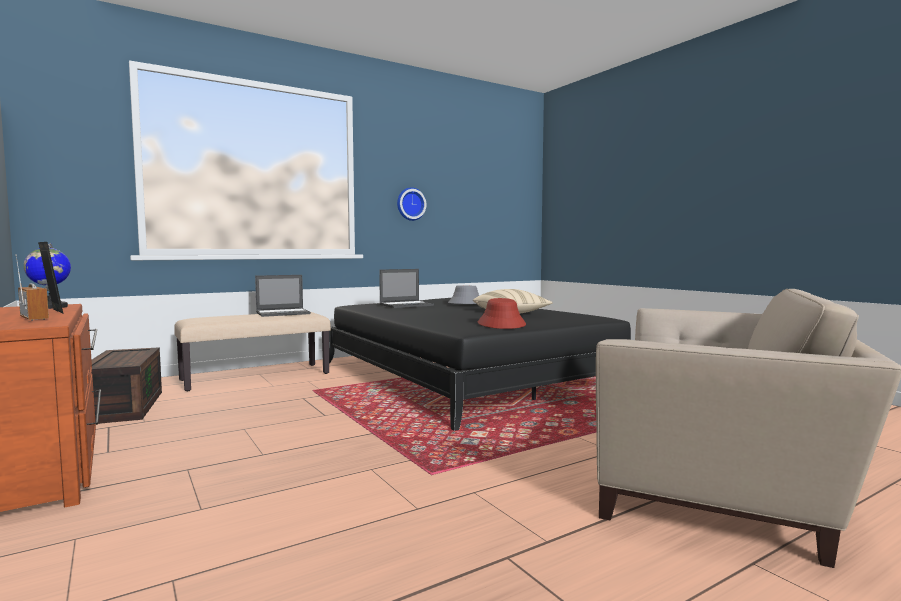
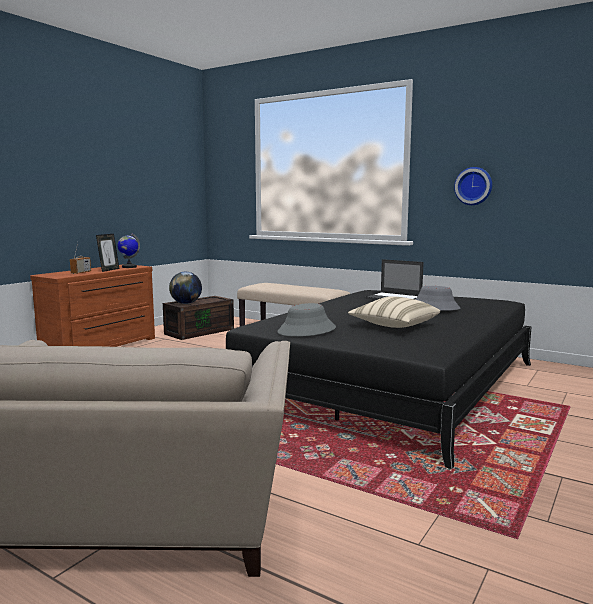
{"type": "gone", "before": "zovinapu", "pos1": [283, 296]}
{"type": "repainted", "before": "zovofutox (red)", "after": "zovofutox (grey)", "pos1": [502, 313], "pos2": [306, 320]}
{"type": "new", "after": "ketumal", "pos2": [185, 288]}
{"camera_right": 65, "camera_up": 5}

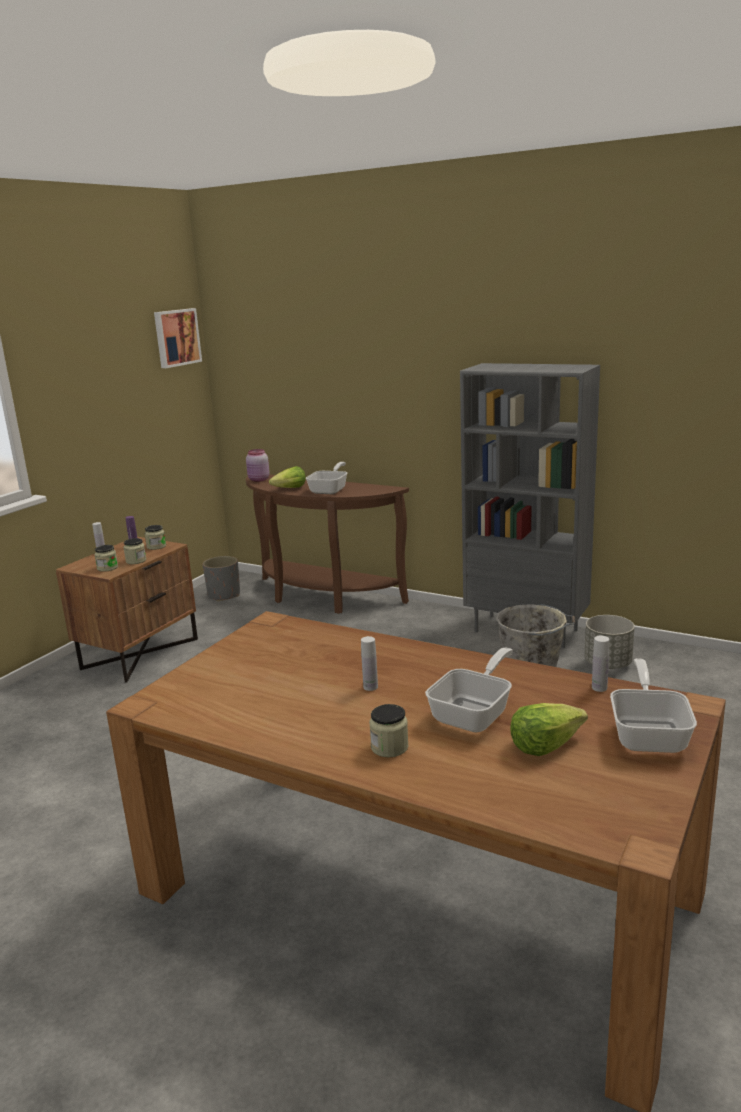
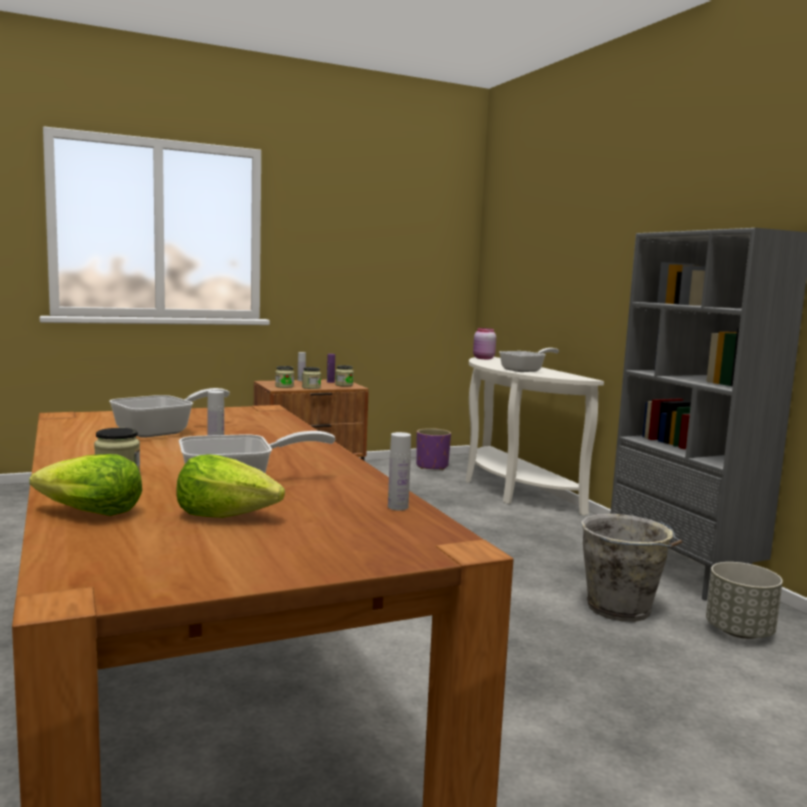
{"type": "gone", "before": "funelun", "pos1": [178, 338]}
{"type": "repainted", "before": "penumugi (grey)", "after": "penumugi (purple)", "pos1": [221, 579], "pos2": [433, 449]}
{"type": "repainted", "before": "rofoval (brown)", "after": "rofoval (white)", "pos1": [327, 544], "pos2": [534, 436]}
{"type": "shifted", "before": "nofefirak", "pos1": [287, 477], "pos2": [85, 485]}
{"type": "shifted", "before": "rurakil", "pos1": [653, 705], "pos2": [169, 413]}
{"camera_right": 35, "camera_up": -10}

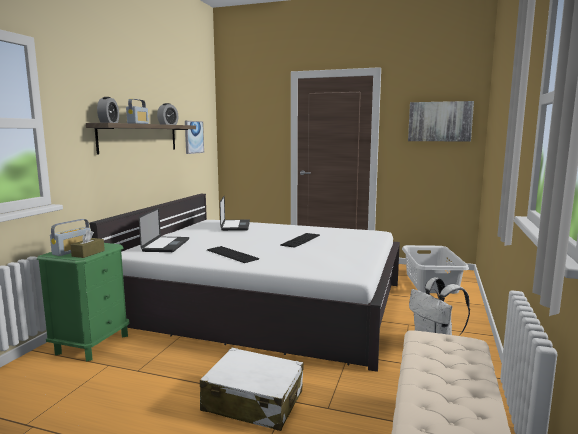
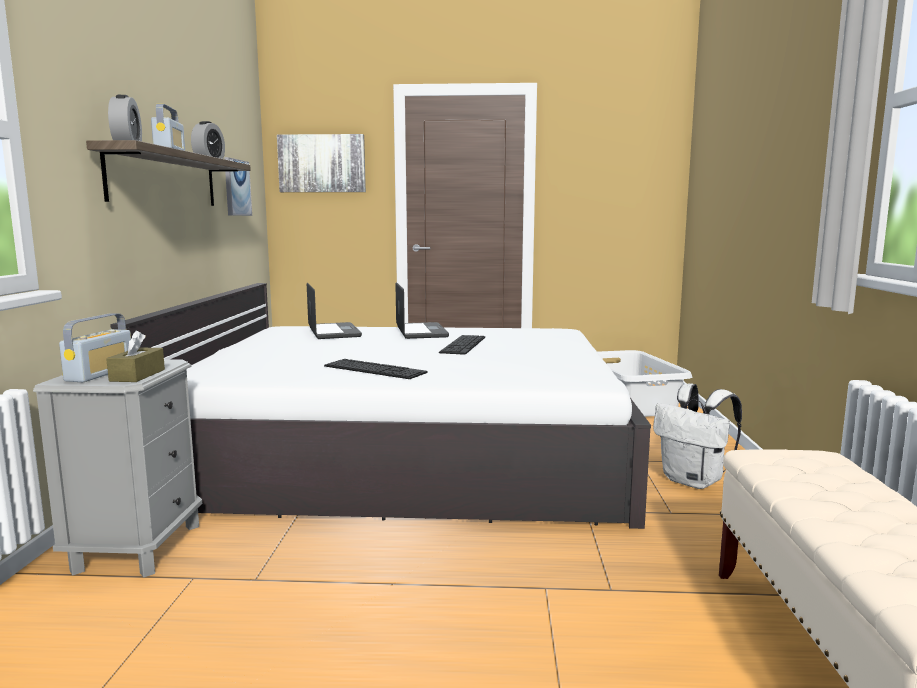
{"type": "repainted", "before": "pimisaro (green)", "after": "pimisaro (grey)", "pos1": [83, 302], "pos2": [117, 468]}
{"type": "shifted", "before": "zovinapu", "pos1": [164, 230], "pos2": [422, 310]}
{"type": "gone", "before": "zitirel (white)", "pos1": [252, 389]}
{"type": "shifted", "before": "funelun", "pos1": [441, 121], "pos2": [321, 163]}
{"camera_right": -15, "camera_up": 0}

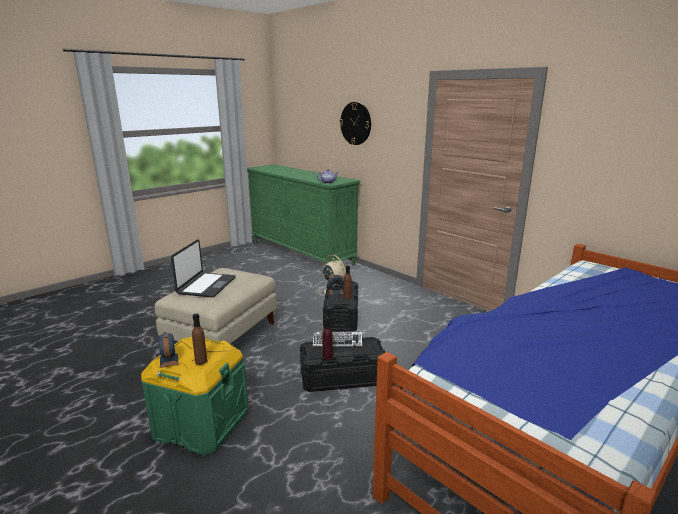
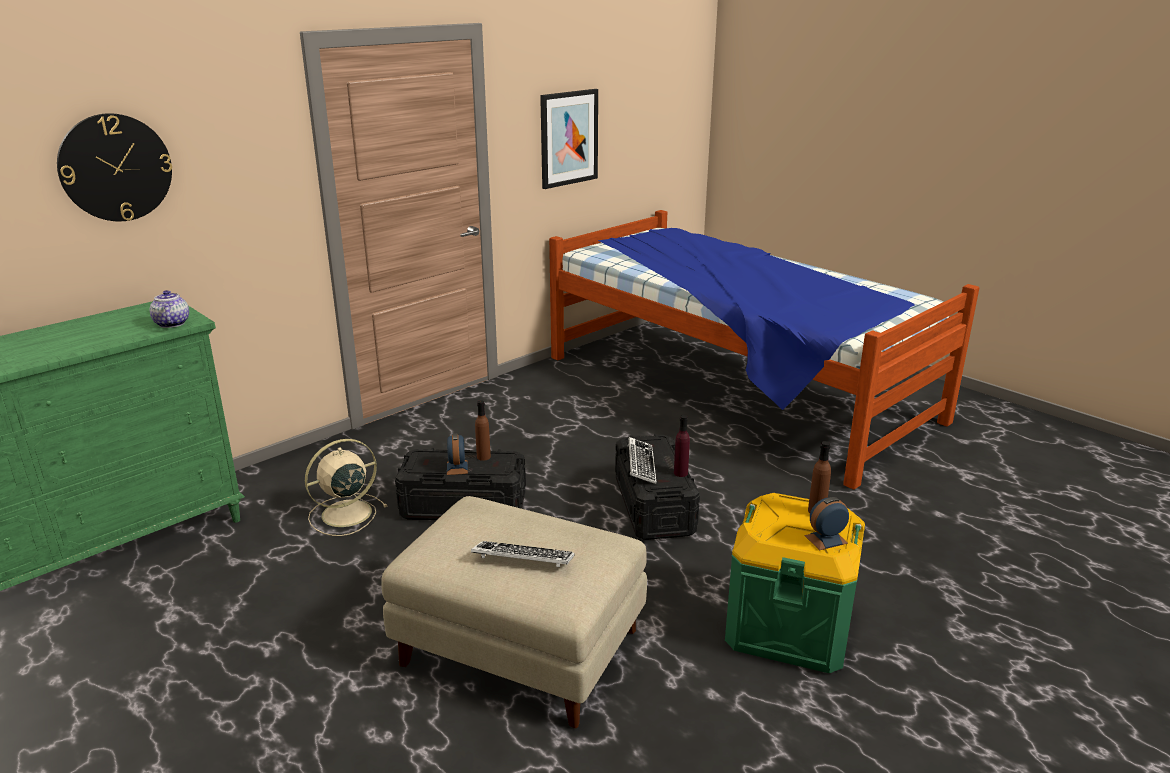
{"type": "swapped", "before": "zovinapu", "after": "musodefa", "pos1": [203, 268], "pos2": [523, 554]}
{"type": "new", "after": "funelun", "pos2": [569, 139]}
{"camera_right": -90, "camera_up": 5}

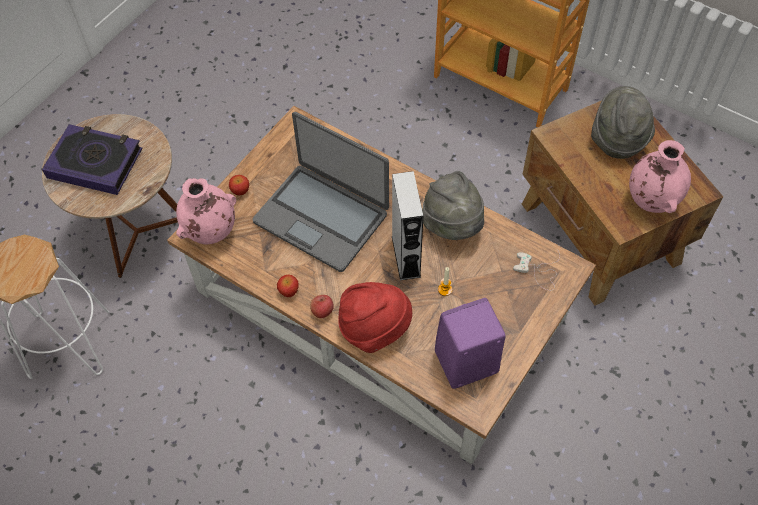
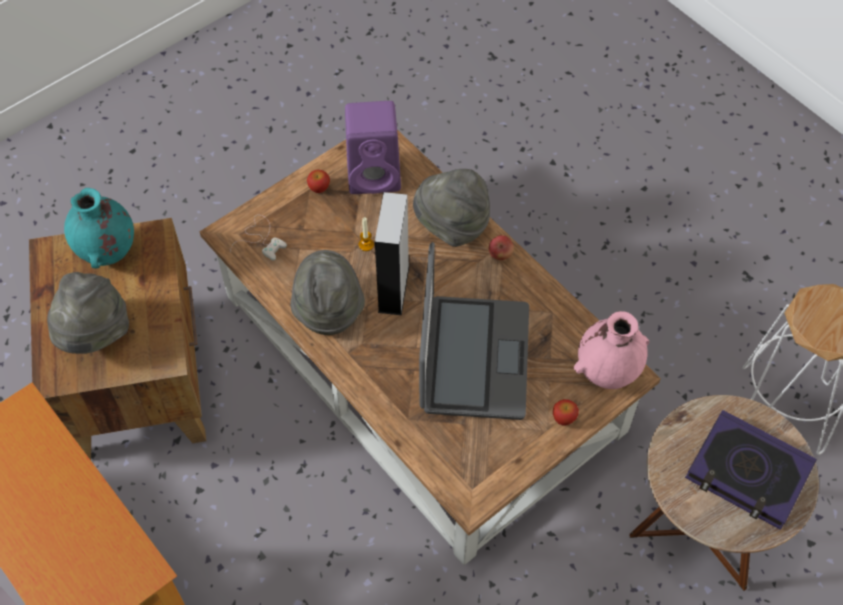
{"type": "rotated", "before": "zovinapu", "pos1": [321, 192], "pos2": [474, 331], "turn": 45}
{"type": "shifted", "before": "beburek", "pos1": [288, 285], "pos2": [318, 181]}
{"type": "repainted", "before": "zovofutox (red)", "after": "zovofutox (grey)", "pos1": [375, 317], "pos2": [451, 208]}
{"type": "repainted", "before": "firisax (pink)", "after": "firisax (turquoise)", "pos1": [660, 176], "pos2": [99, 228]}
{"camera_right": -165, "camera_up": 0}

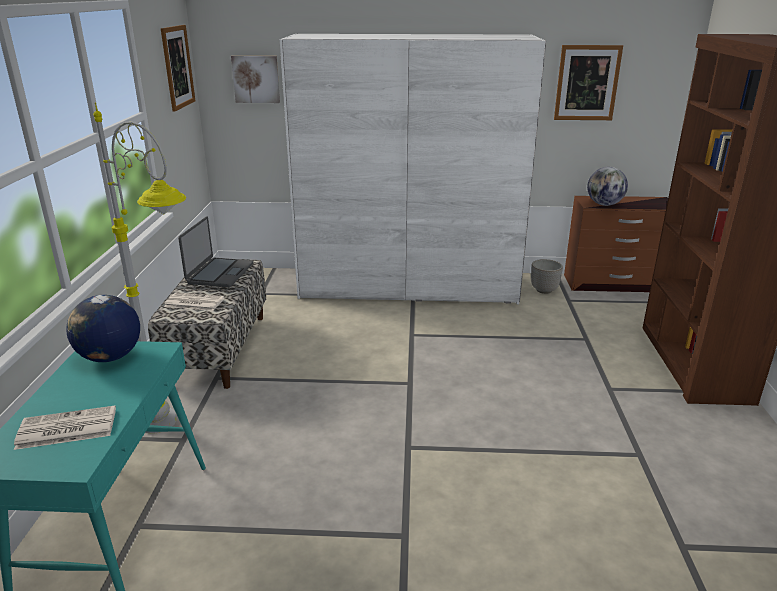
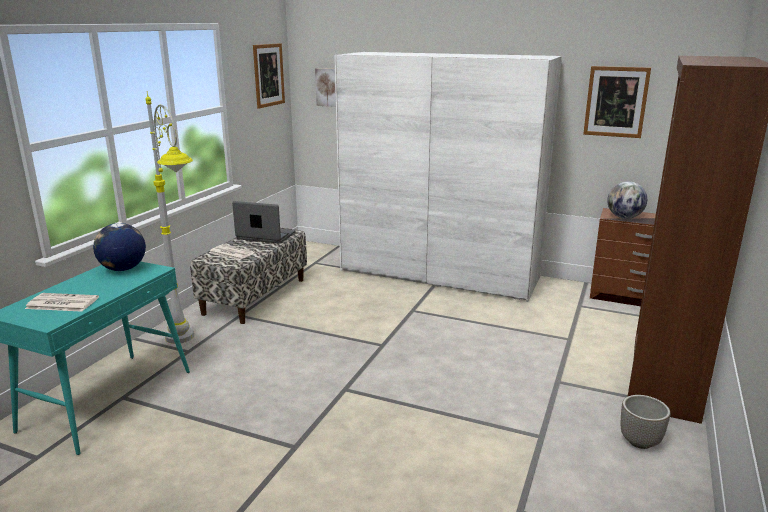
{"type": "rotated", "before": "zovinapu", "pos1": [215, 251], "pos2": [264, 222], "turn": -105}
{"type": "shifted", "before": "penumugi", "pos1": [547, 276], "pos2": [645, 422]}
{"camera_right": 20, "camera_up": -5}

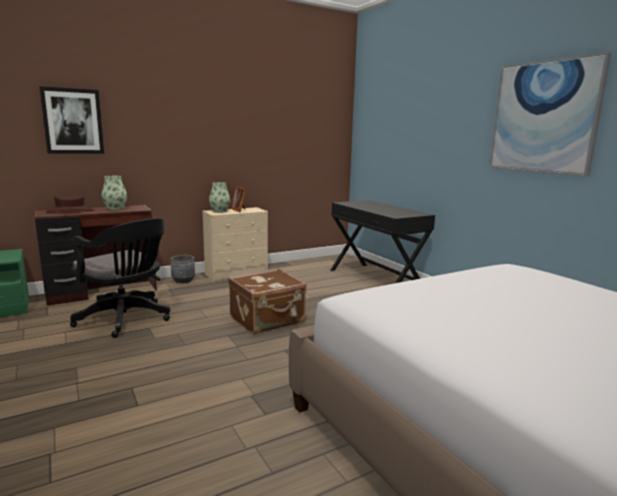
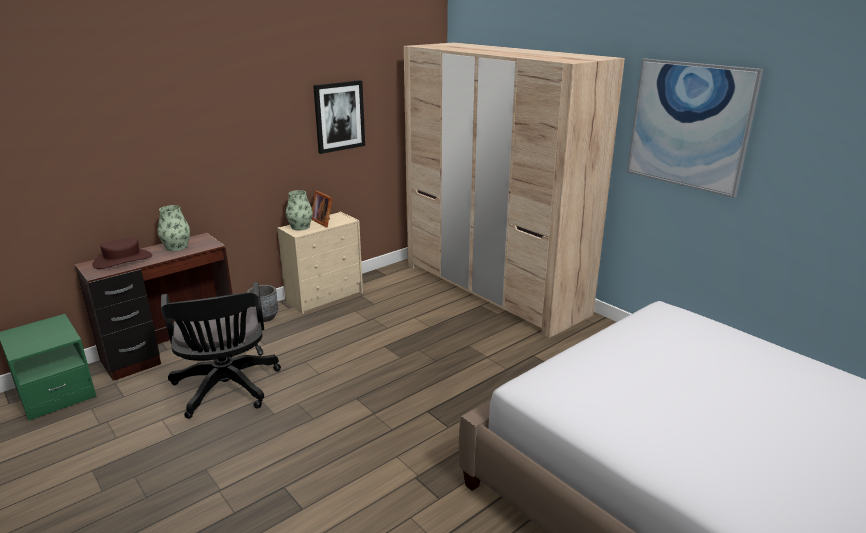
{"type": "shifted", "before": "funelun", "pos1": [71, 120], "pos2": [339, 117]}
{"type": "rotated", "before": "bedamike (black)", "pos1": [120, 278], "pos2": [221, 350], "turn": 45}
{"type": "gone", "before": "zitirel (brown)", "pos1": [267, 301]}
{"type": "swapped", "before": "rofoval (black)", "after": "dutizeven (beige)", "pos1": [383, 241], "pos2": [514, 190]}
{"camera_right": -10, "camera_up": 10}

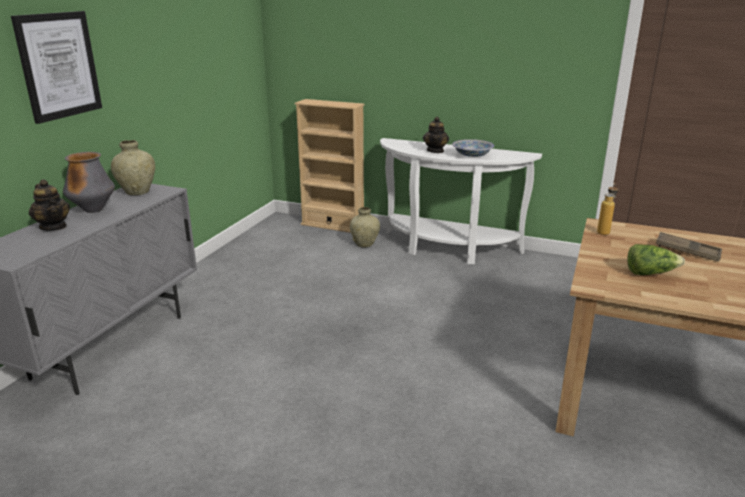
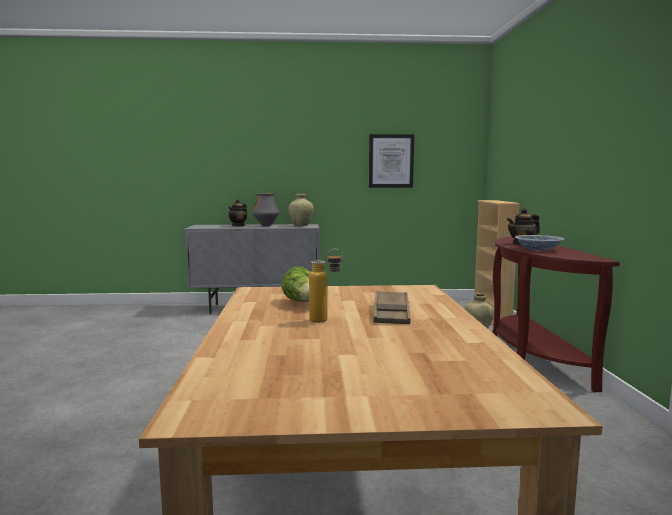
{"type": "shifted", "before": "funelun", "pos1": [56, 67], "pos2": [391, 161]}
{"type": "repainted", "before": "rofoval (white)", "after": "rofoval (brown)", "pos1": [461, 201], "pos2": [556, 314]}
{"type": "shifted", "before": "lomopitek", "pos1": [607, 209], "pos2": [326, 286]}
{"camera_right": 65, "camera_up": -15}

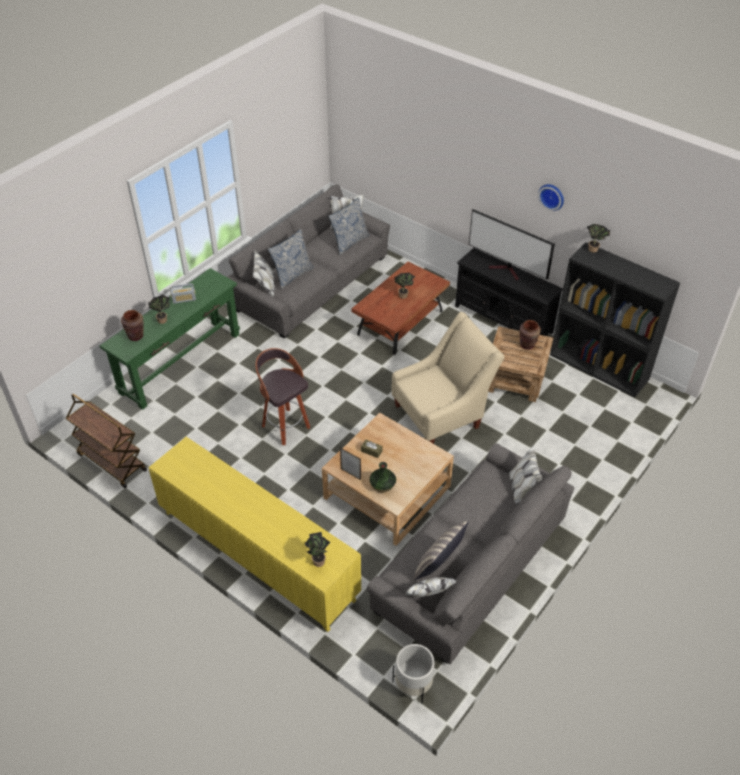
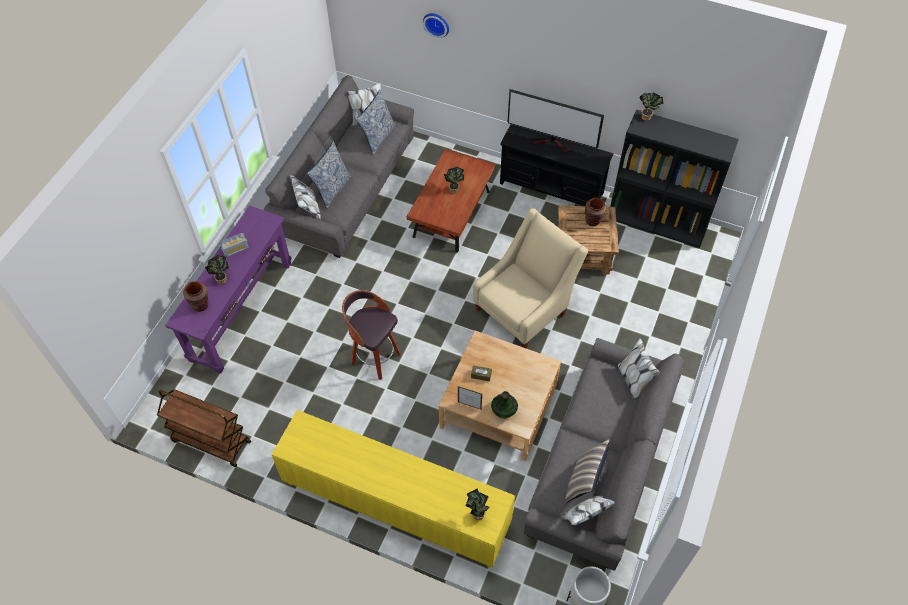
{"type": "repainted", "before": "rofoval (green)", "after": "rofoval (purple)", "pos1": [170, 339], "pos2": [228, 289]}
{"type": "shifted", "before": "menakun", "pos1": [551, 197], "pos2": [436, 25]}
{"camera_right": -15, "camera_up": 10}

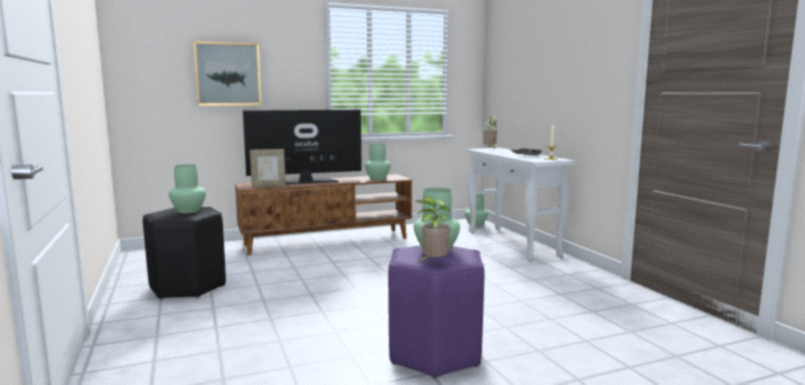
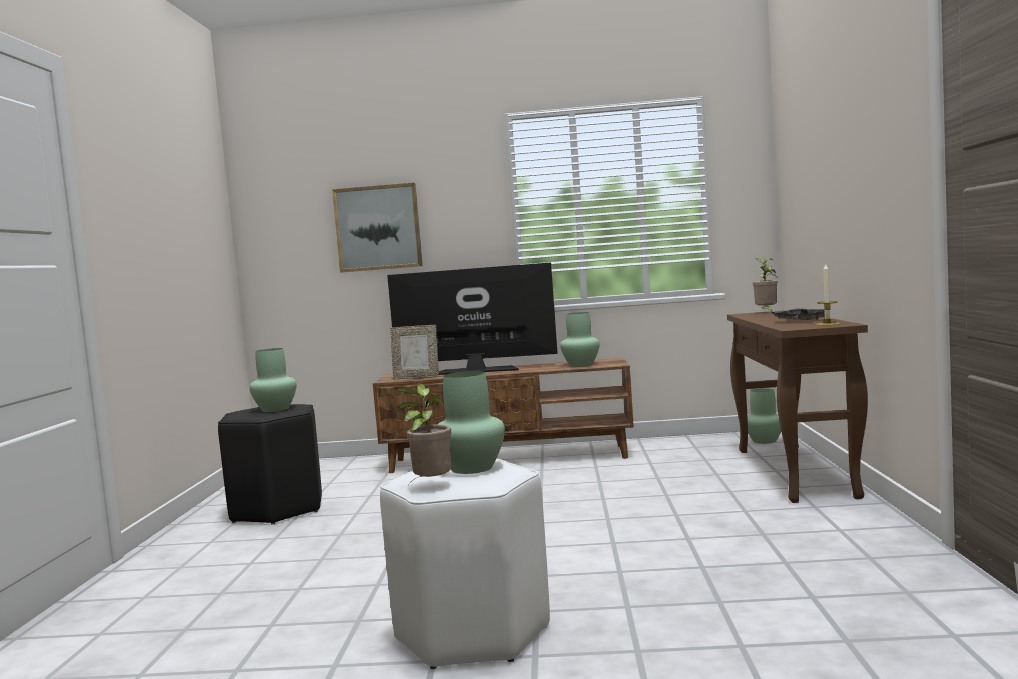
{"type": "repainted", "before": "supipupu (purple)", "after": "supipupu (white)", "pos1": [436, 311], "pos2": [465, 564]}
{"type": "repainted", "before": "rofoval (white)", "after": "rofoval (brown)", "pos1": [520, 204], "pos2": [797, 406]}
{"camera_right": 25, "camera_up": -5}

